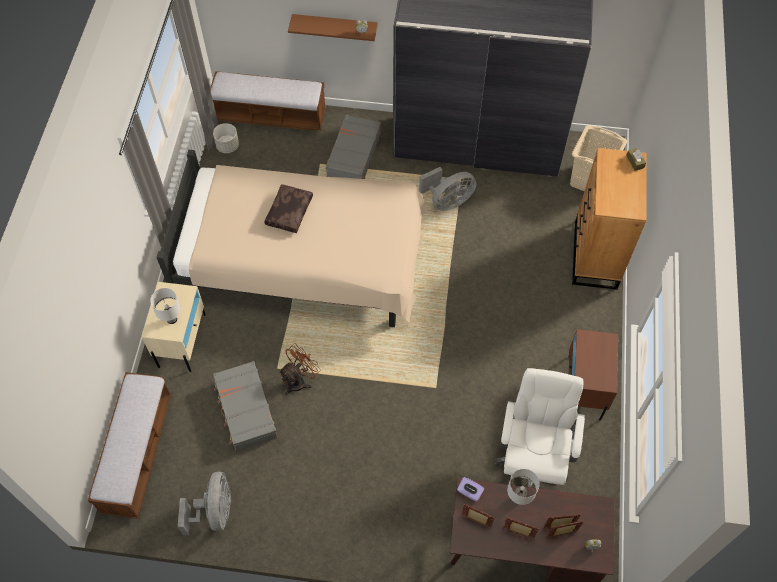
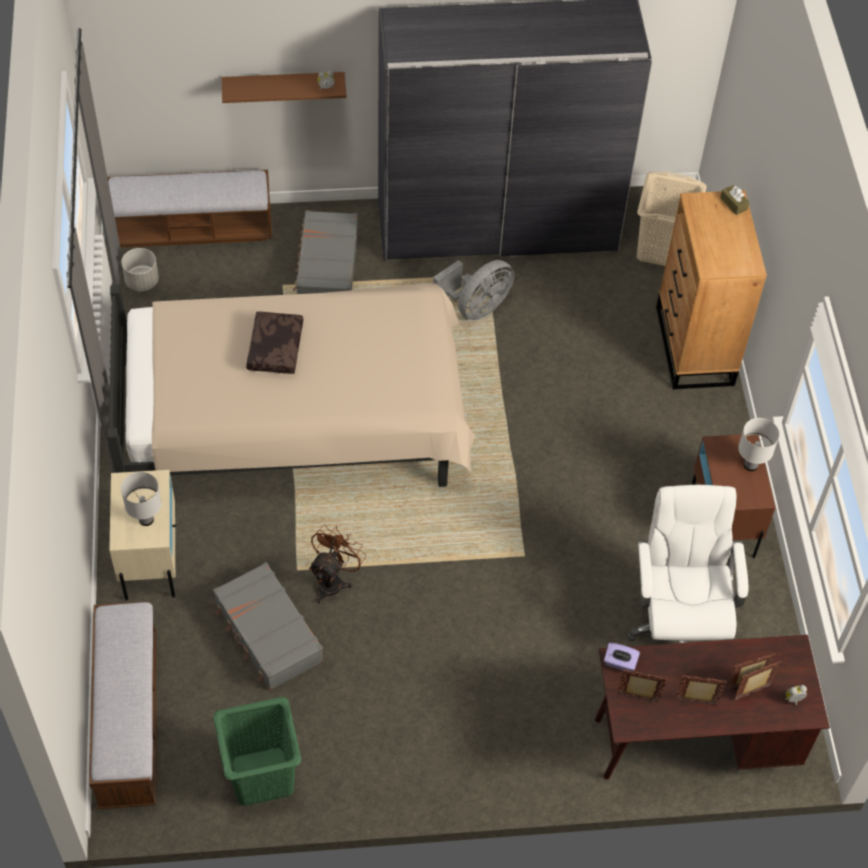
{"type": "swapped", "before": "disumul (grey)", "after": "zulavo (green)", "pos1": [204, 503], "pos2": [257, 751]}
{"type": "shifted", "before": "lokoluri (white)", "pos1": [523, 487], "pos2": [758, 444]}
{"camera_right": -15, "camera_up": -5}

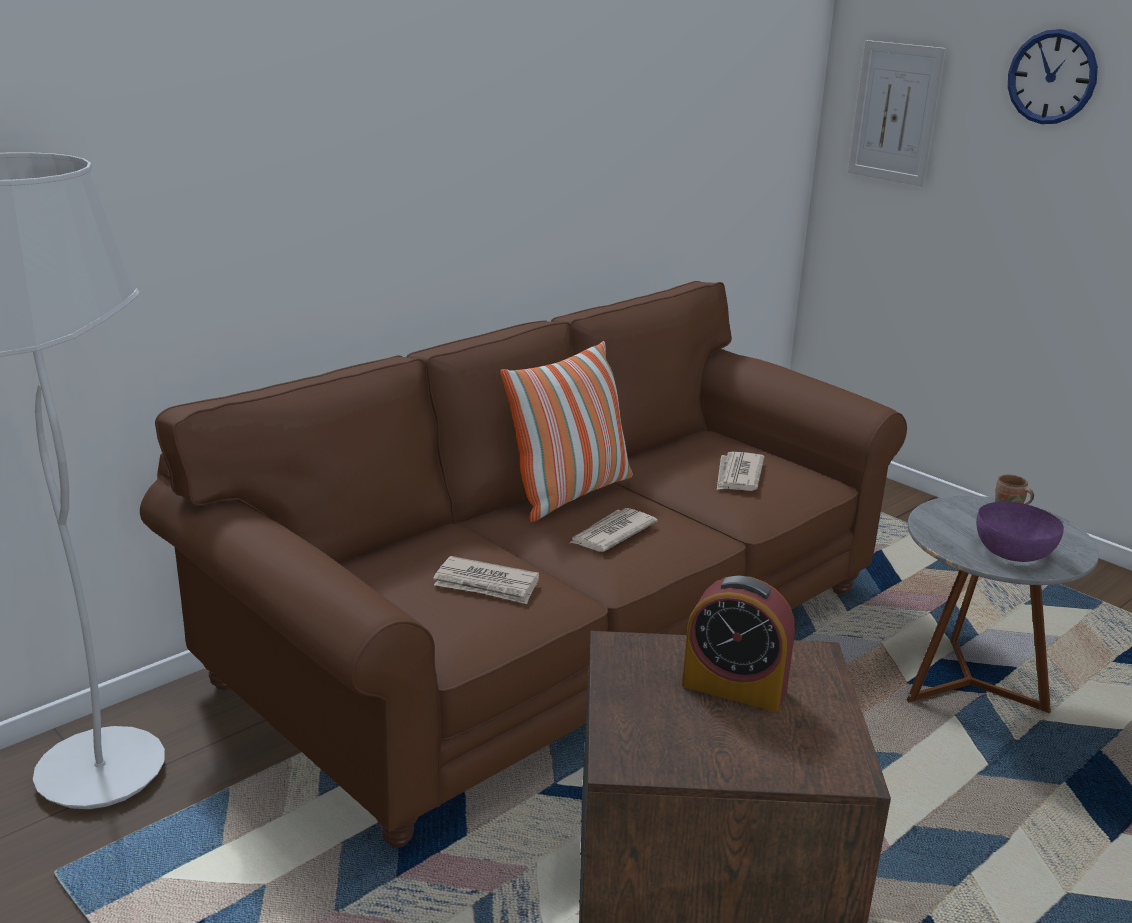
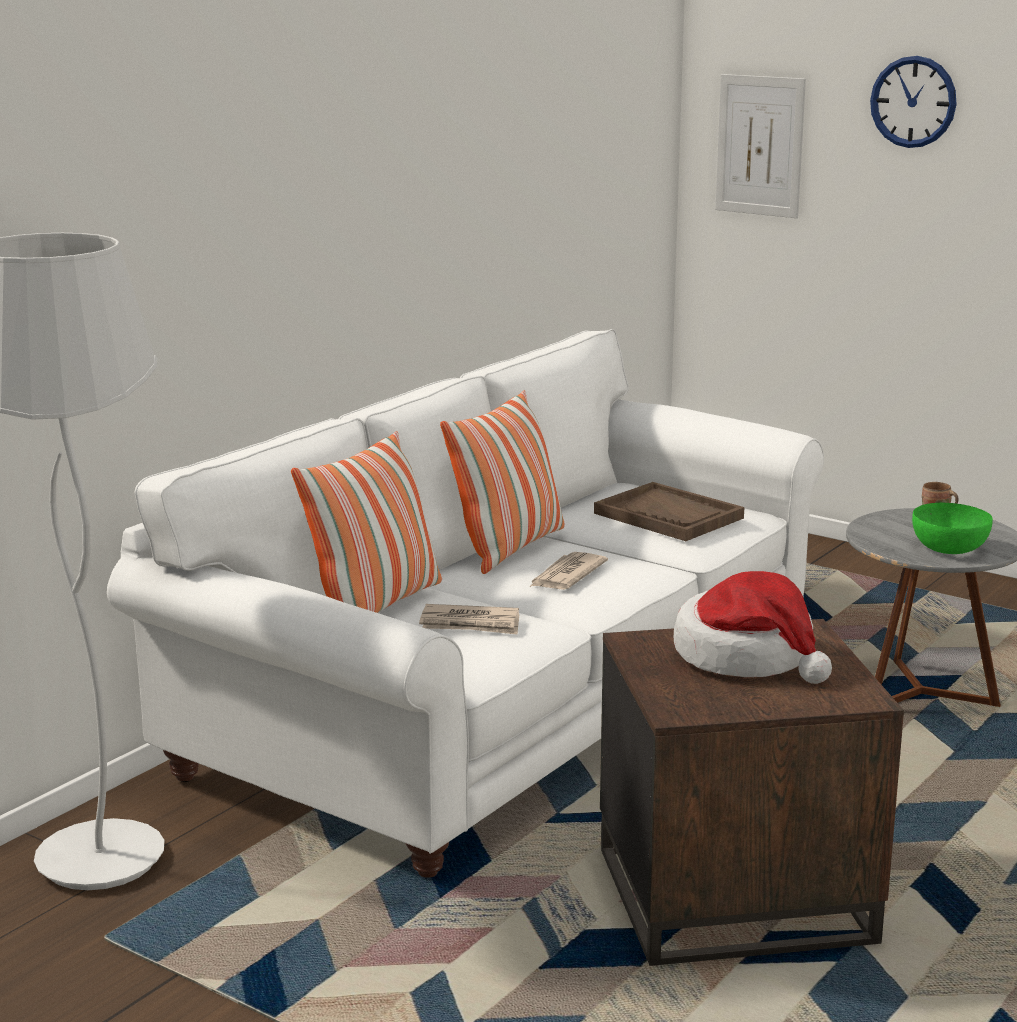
{"type": "repainted", "before": "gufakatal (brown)", "after": "gufakatal (white)", "pos1": [523, 564], "pos2": [465, 603]}
{"type": "swapped", "before": "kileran", "after": "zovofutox", "pos1": [738, 644], "pos2": [753, 627]}
{"type": "swapped", "before": "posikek", "after": "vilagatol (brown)", "pos1": [740, 471], "pos2": [669, 511]}
{"type": "repainted", "before": "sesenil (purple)", "after": "sesenil (green)", "pos1": [1020, 532], "pos2": [952, 528]}
{"type": "new", "after": "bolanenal", "pos2": [366, 522]}
{"camera_right": -10, "camera_up": -5}

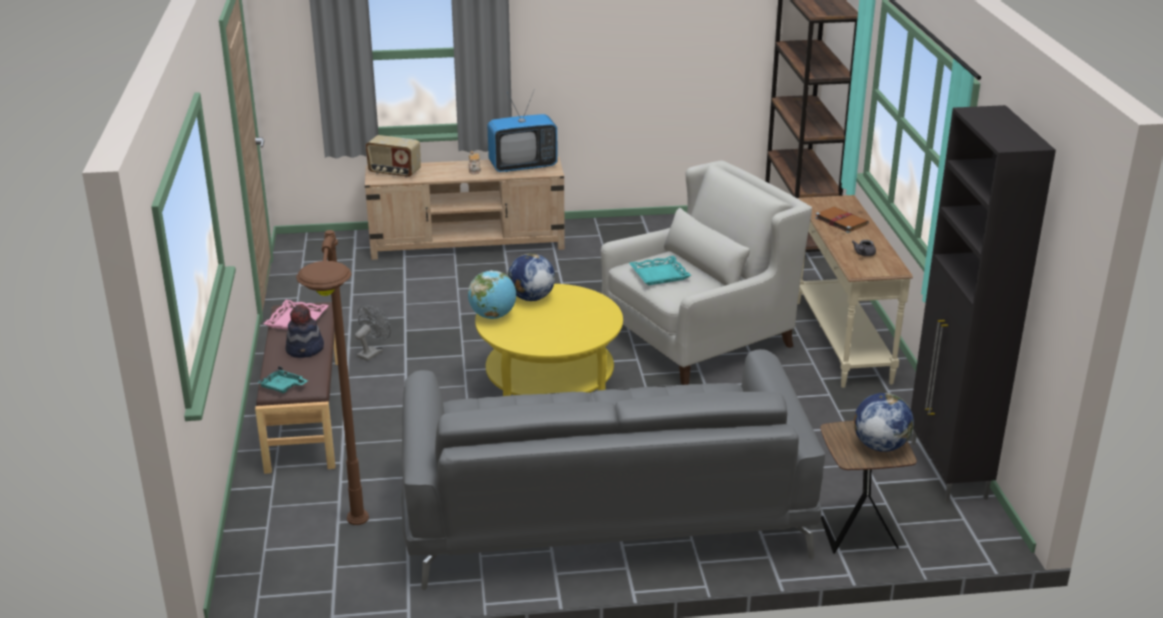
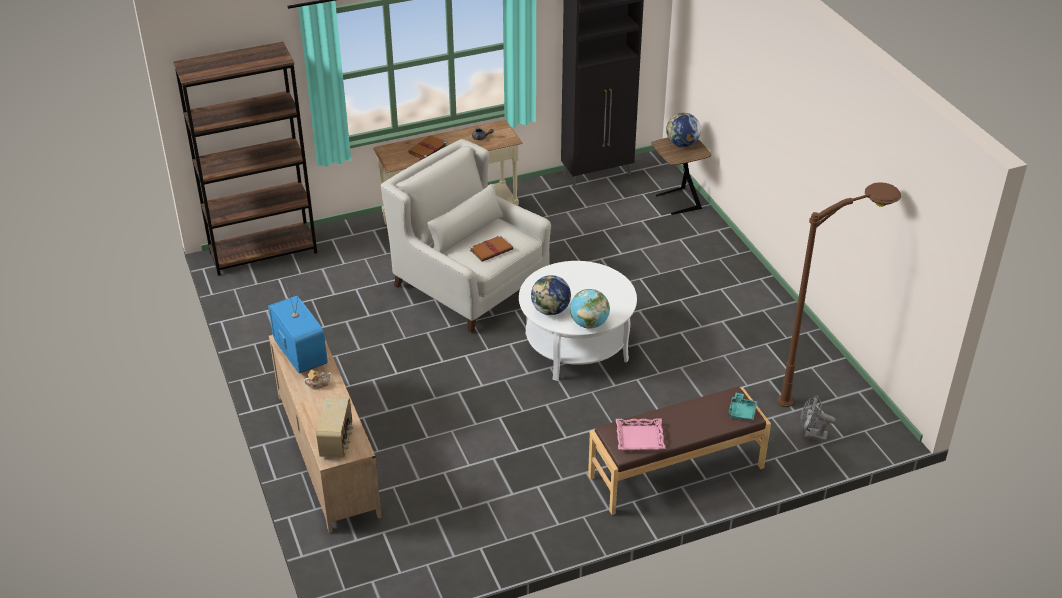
{"type": "gone", "before": "zovofutox", "pos1": [305, 331]}
{"type": "shifted", "before": "disumul (grey)", "pos1": [373, 333], "pos2": [818, 418]}
{"type": "gone", "before": "gufakatal (grey)", "pos1": [613, 469]}
{"type": "repainted", "before": "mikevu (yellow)", "after": "mikevu (white)", "pos1": [549, 340], "pos2": [578, 321]}
{"type": "swapped", "before": "vilagatol (turquoise)", "after": "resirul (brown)", "pos1": [660, 270], "pos2": [491, 248]}
{"camera_right": -105, "camera_up": 10}

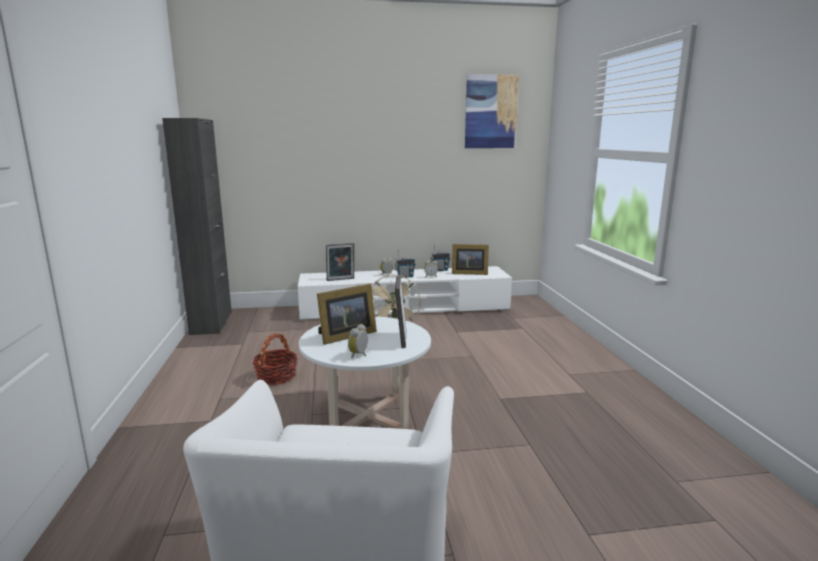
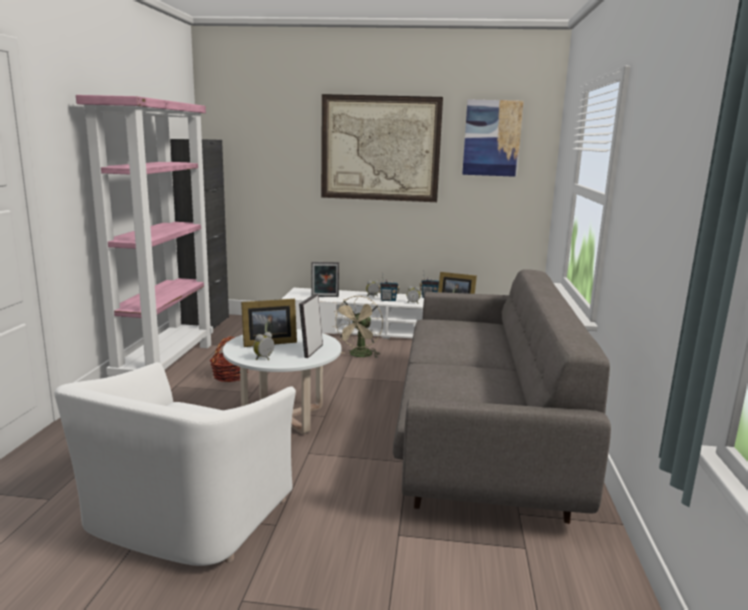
{"type": "new", "after": "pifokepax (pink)", "pos2": [144, 236]}
{"type": "new", "after": "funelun", "pos2": [382, 148]}
{"type": "new", "after": "gufakatal (grey)", "pos2": [502, 396]}
{"camera_right": 15, "camera_up": 0}

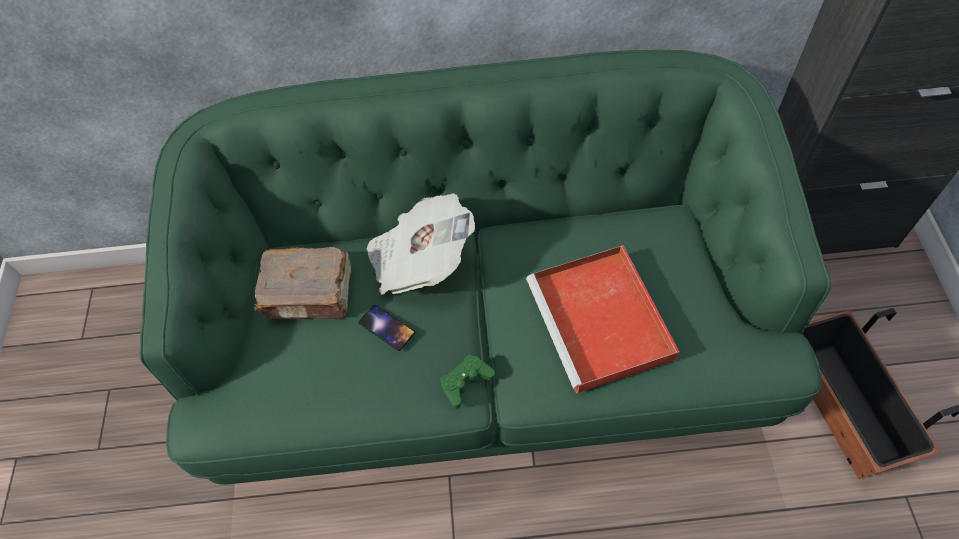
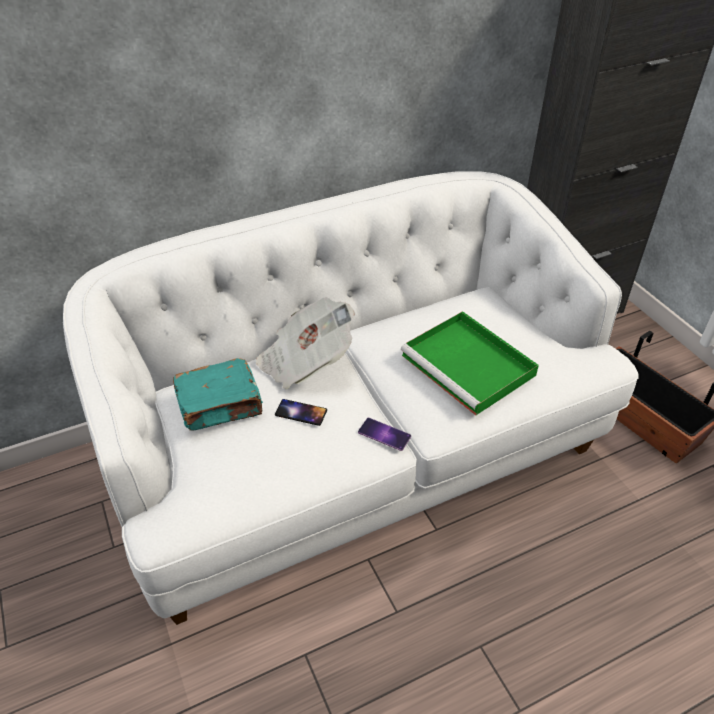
{"type": "repainted", "before": "gufakatal (green)", "after": "gufakatal (white)", "pos1": [485, 267], "pos2": [350, 398]}
{"type": "repainted", "before": "resirul (brown)", "after": "resirul (turquoise)", "pos1": [303, 283], "pos2": [218, 394]}
{"type": "swapped", "before": "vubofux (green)", "after": "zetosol", "pos1": [467, 381], "pos2": [384, 434]}
{"type": "repainted", "before": "vilagatol (red)", "after": "vilagatol (green)", "pos1": [602, 319], "pos2": [469, 363]}
{"camera_right": -25, "camera_up": -15}

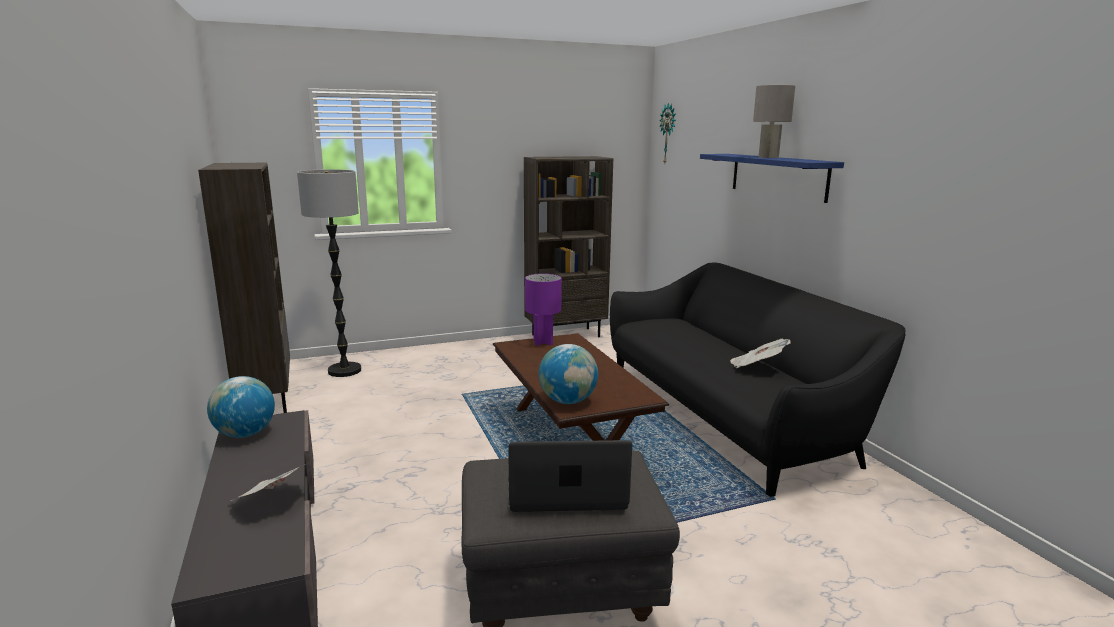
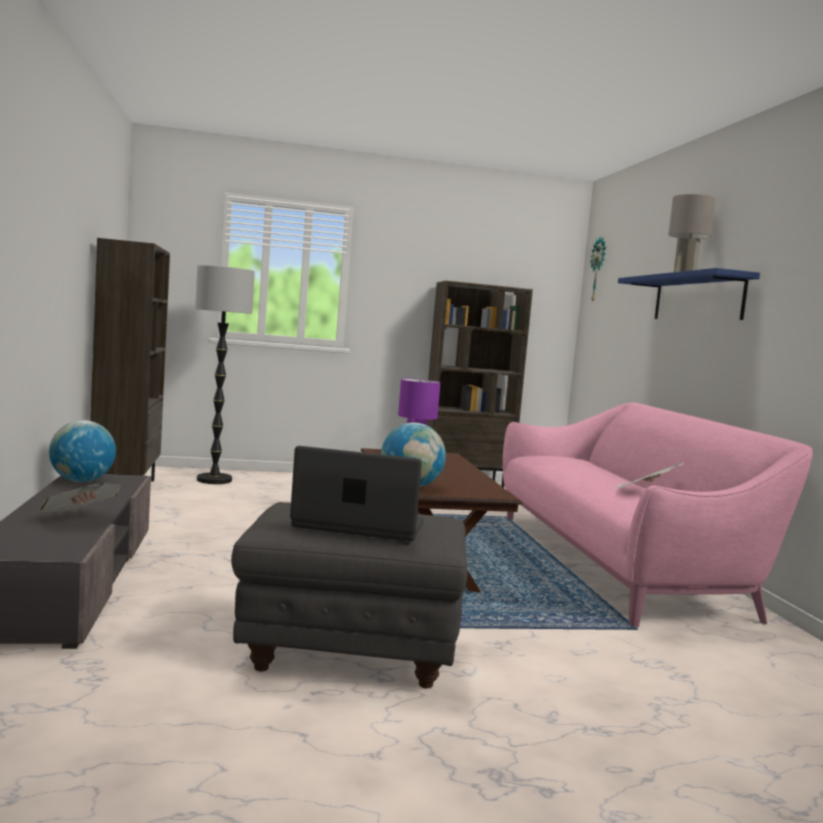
{"type": "repainted", "before": "gufakatal (black)", "after": "gufakatal (pink)", "pos1": [758, 379], "pos2": [658, 515]}
{"camera_right": 10, "camera_up": -10}

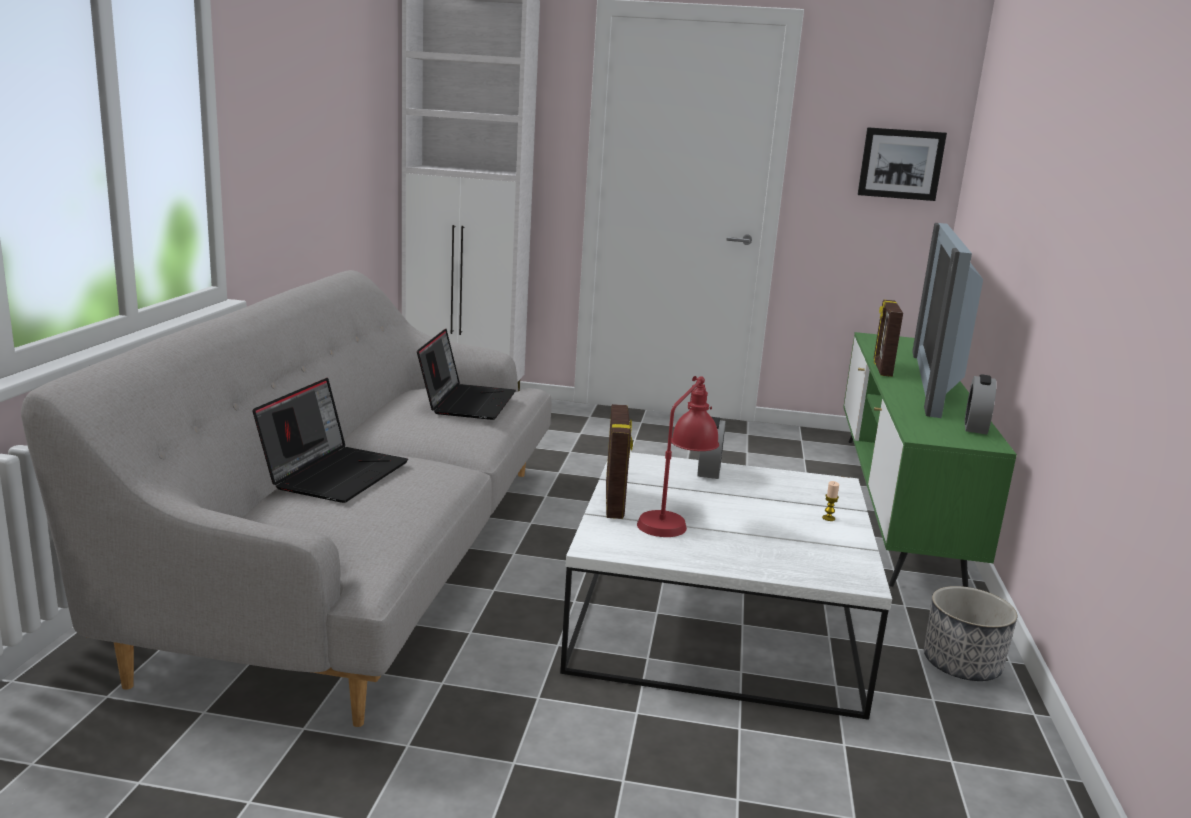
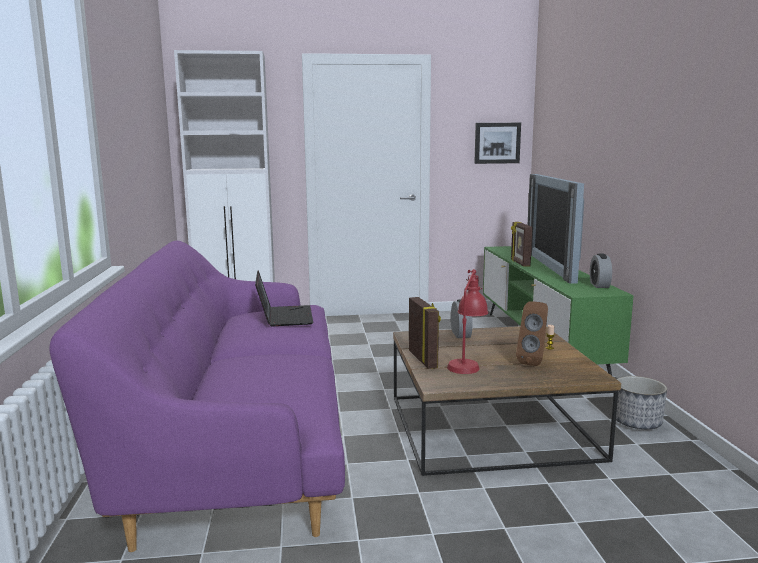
{"type": "repainted", "before": "gufakatal (grey)", "after": "gufakatal (purple)", "pos1": [286, 498], "pos2": [197, 396]}
{"type": "gone", "before": "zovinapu", "pos1": [330, 440]}
{"type": "repainted", "before": "mikevu (white)", "after": "mikevu (brown)", "pos1": [726, 586], "pos2": [507, 401]}
{"type": "new", "after": "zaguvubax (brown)", "pos2": [532, 334]}
{"camera_right": -15, "camera_up": -5}

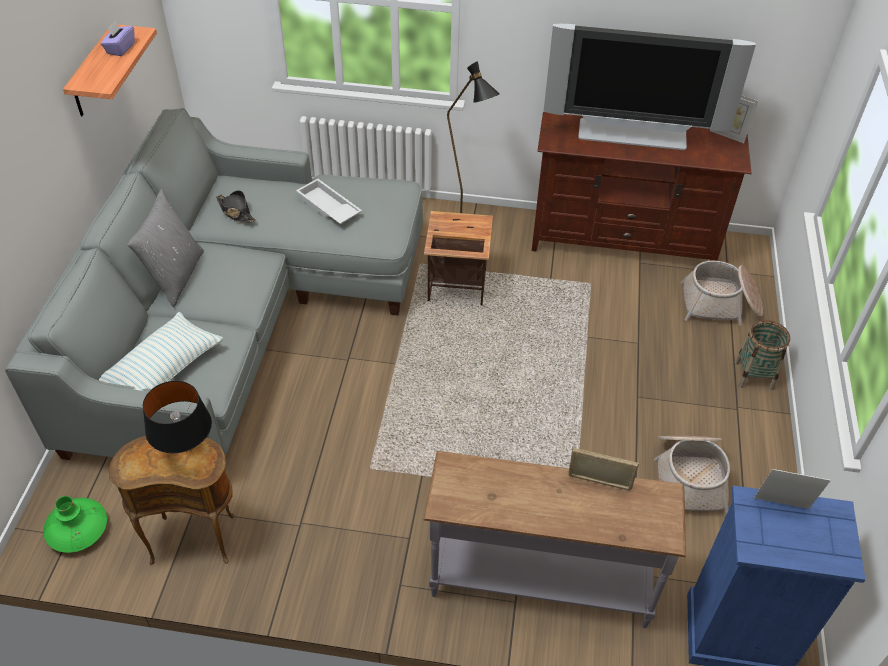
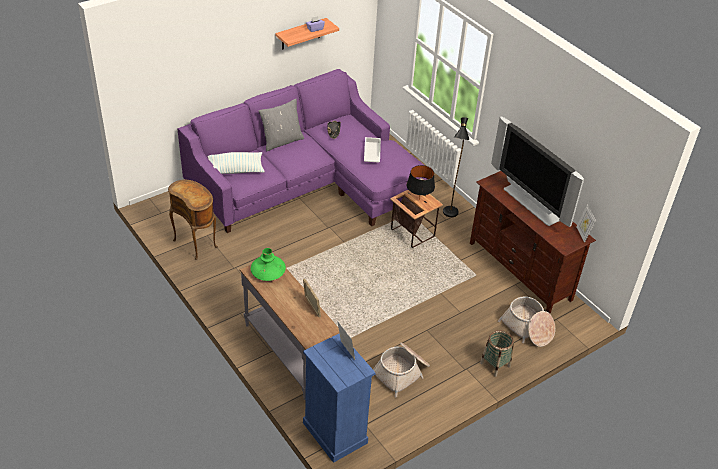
{"type": "repainted", "before": "gufakatal (grey)", "after": "gufakatal (purple)", "pos1": [214, 284], "pos2": [302, 151]}
{"type": "shifted", "before": "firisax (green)", "pos1": [75, 524], "pos2": [268, 264]}
{"type": "shifted", "before": "lokoluri (black)", "pos1": [177, 417], "pos2": [421, 182]}
{"camera_right": 45, "camera_up": -5}

